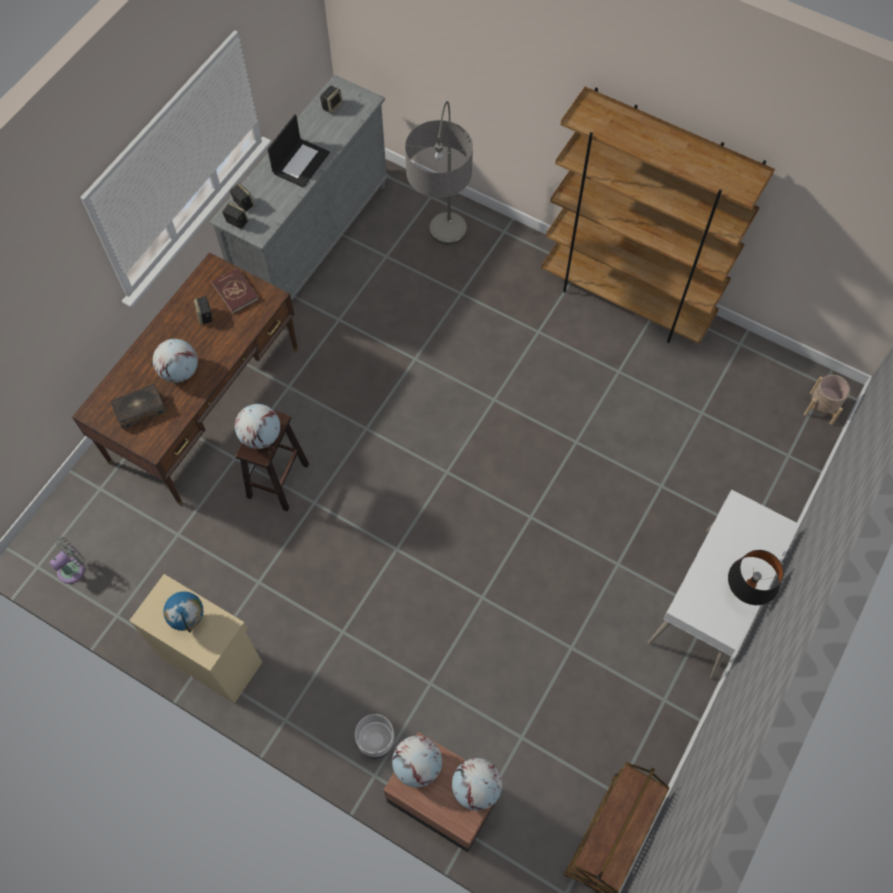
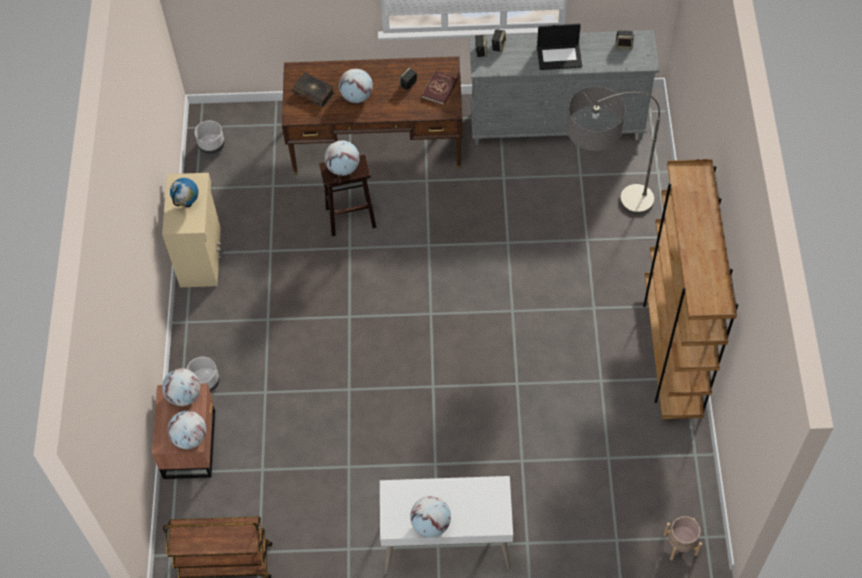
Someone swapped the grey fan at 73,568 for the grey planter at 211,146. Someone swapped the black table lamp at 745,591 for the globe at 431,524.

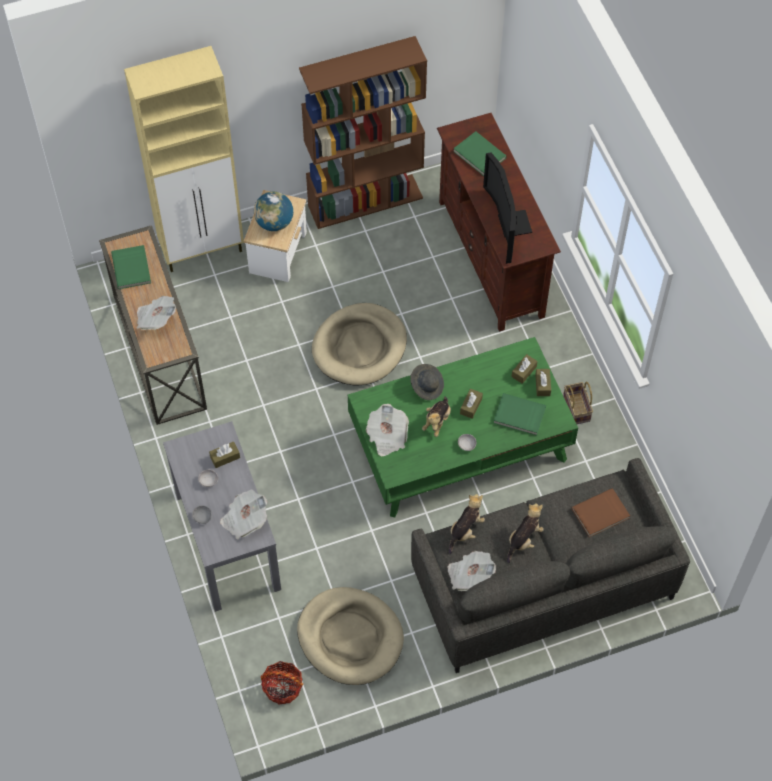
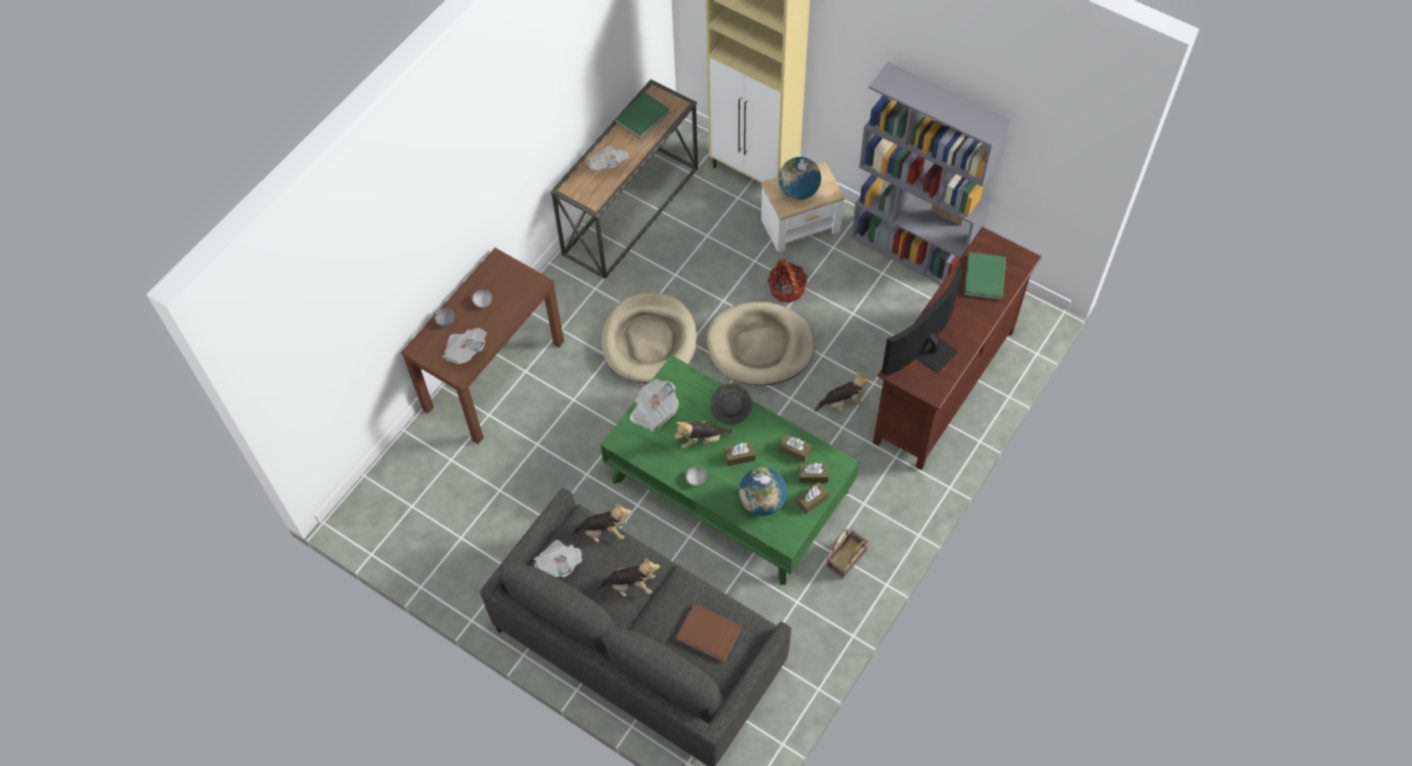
Someone repainted the grey console table at 227,540, which became the brown console table at 494,374. Someone carried the beige dog bed from 350,637 to 649,341. Someone swapped the green book at 519,416 for the globe at 762,502. Someone carried the basket from 282,687 to 787,289. Someone carried the brown tissue box from 225,457 to 794,450. Someone put down the plush toy at 843,403. Someone repainted the brown bookcase at 365,201, which became the grey bookcase at 913,253.

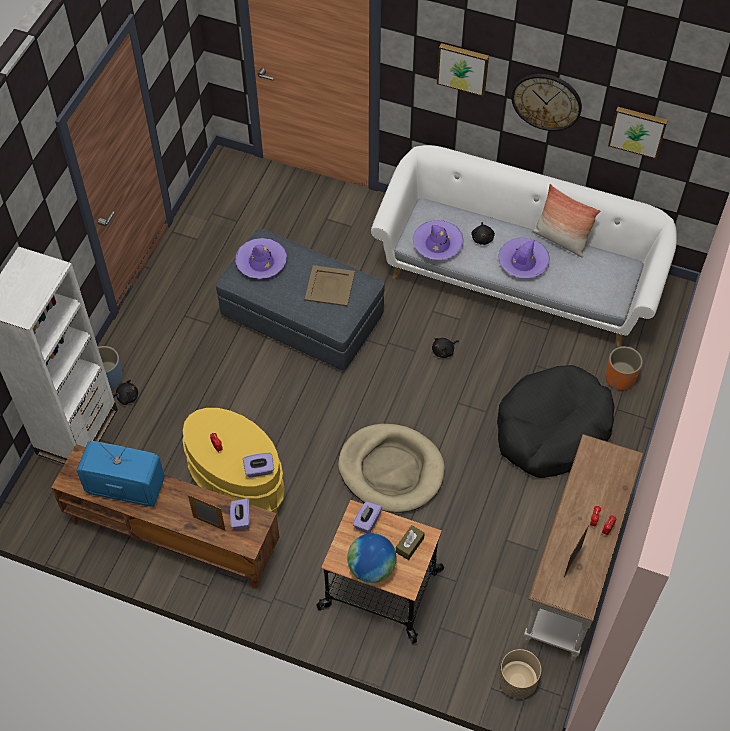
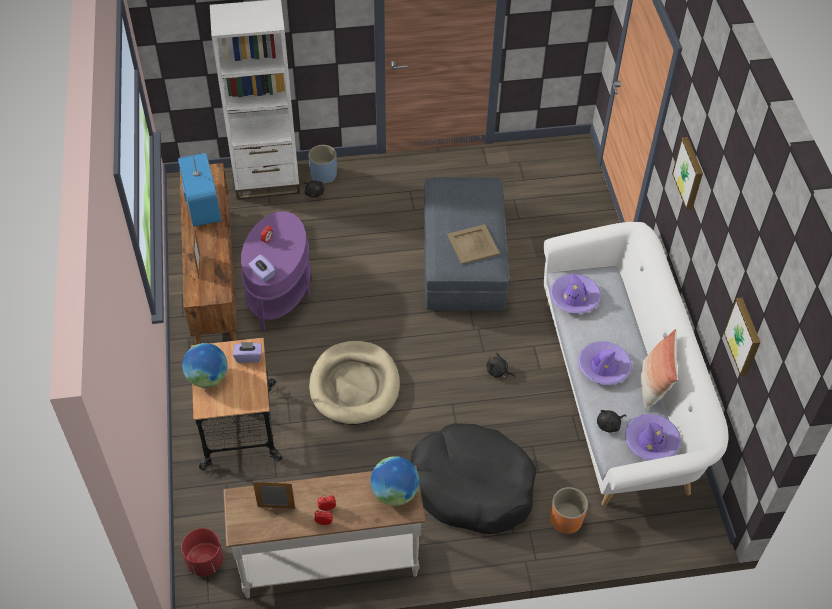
Someone repainted the beige planter at 517,681, which became the red planter at 205,561. Someone repainted the yellow side table at 237,485, which became the purple side table at 279,292. Someone put down the globe at 395,493. Someone carried the black plush toy from 482,238 to 609,425. Someone carried the purple hat from 261,262 to 651,441. Someone took away the purple tissue box at 240,519. Someone took away the brown tissue box at 409,545. Someone took away the wall clock at 546,101.

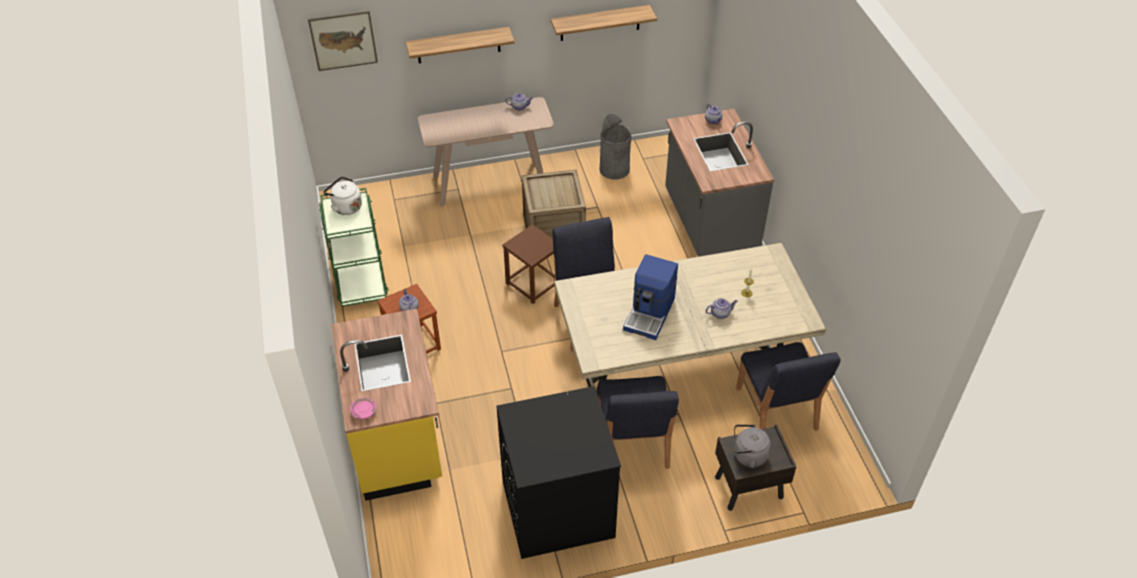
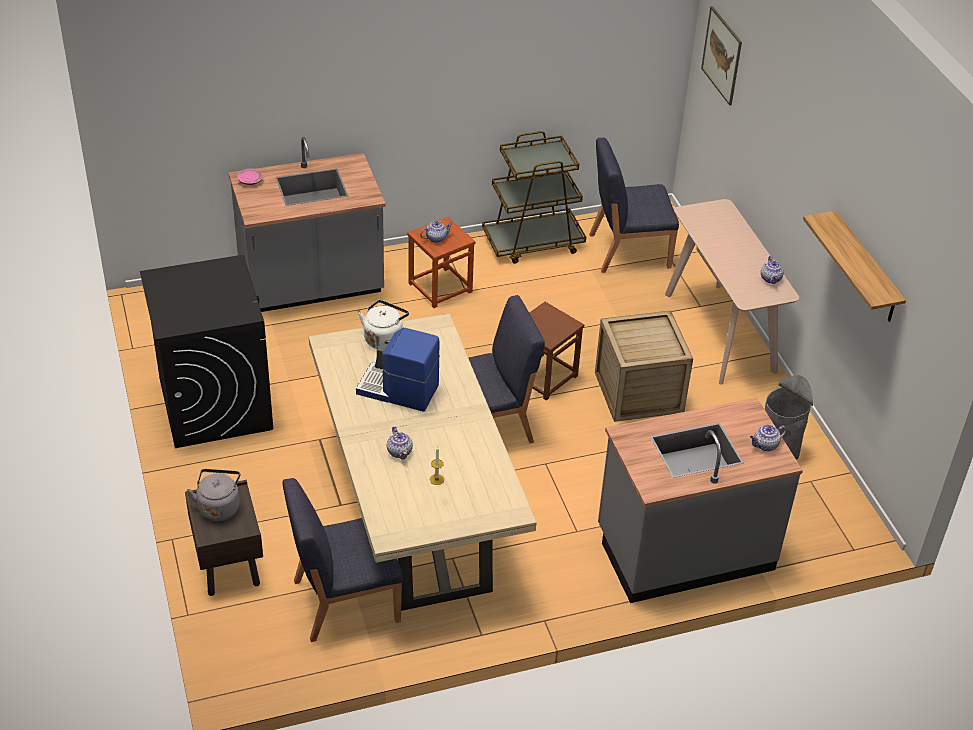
Someone repainted the yellow counter at 397,439, which became the grey counter at 311,287. Someone carried the white kettle from 345,207 to 384,338. Someone repainted the green cart at 360,279, which became the brown cart at 533,243. Someone carried the blue chair from 633,442 to 628,250. Someone took away the shelf at 458,45.

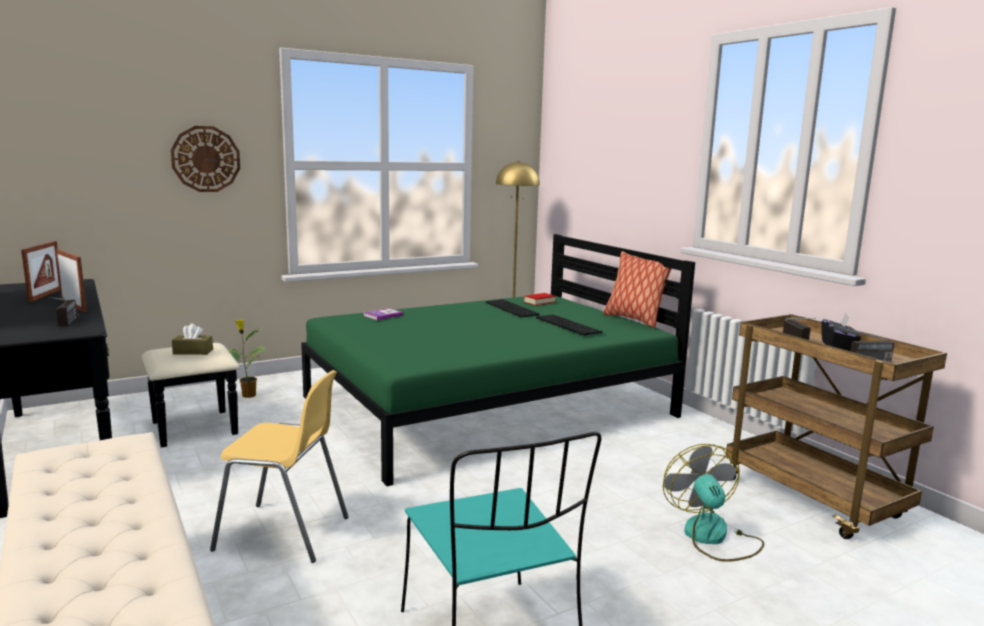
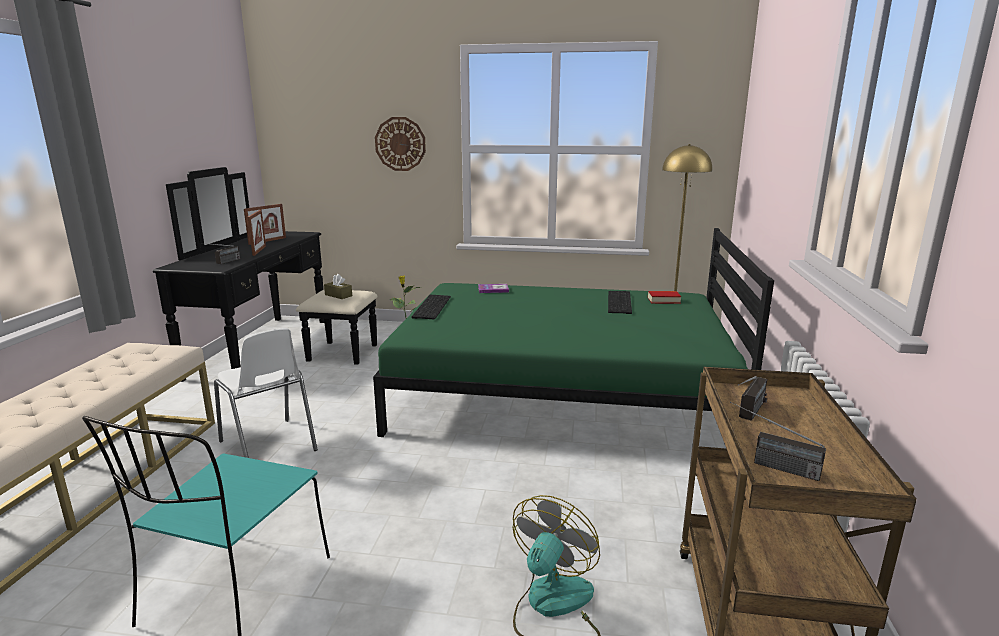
Someone repainted the yellow chair at 284,533, which became the white chair at 268,446. Someone carried the keyboard from 566,325 to 430,306. Someone took away the pillow at 634,320. Someone took away the black tissue box at 838,347.

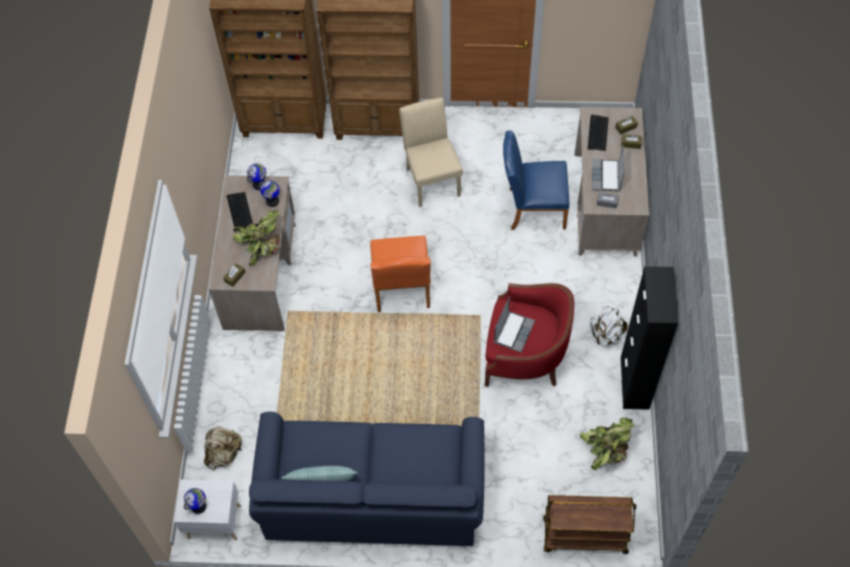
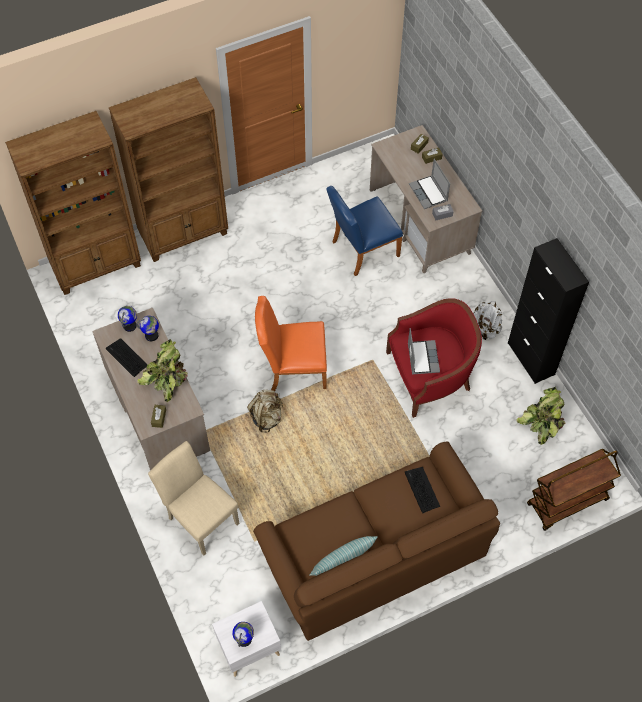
Someone carried the beige chair from 431,178 to 199,517. Someone carried the beige backpack from 224,453 to 267,417. Someone repainted the blue sofa at 372,494, which became the brown sofa at 373,555. Someone rotated the orange chair at 401,290 by 120 degrees clockwise. Someone carried the keyboard from 597,133 to 421,489.

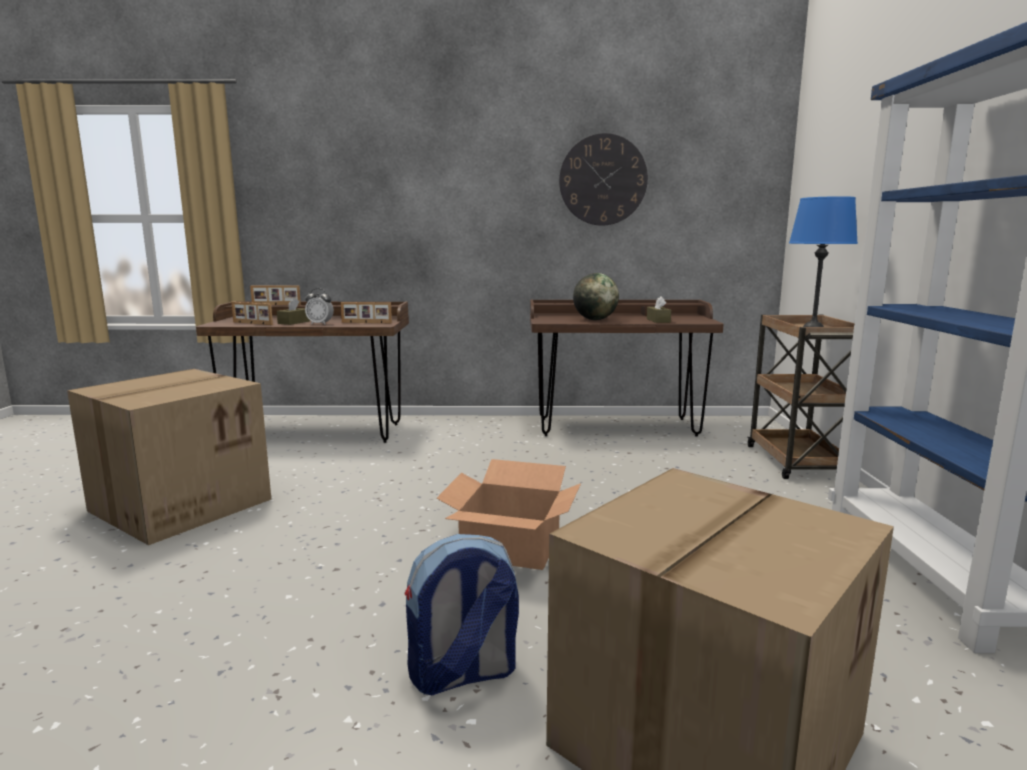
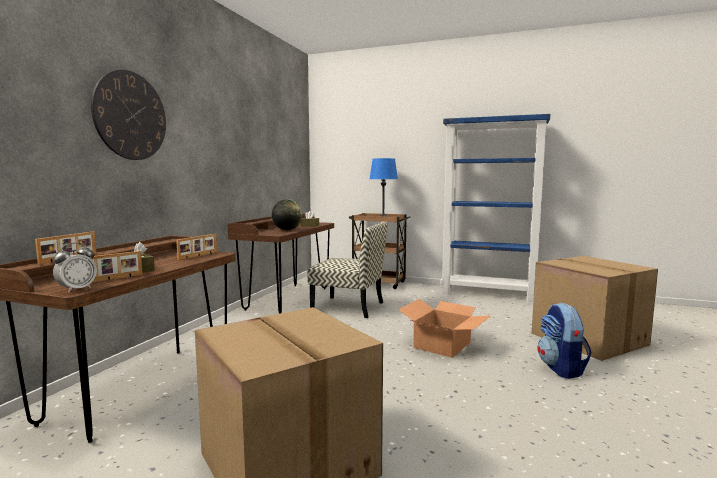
Someone carried the alarm clock from 320,324 to 77,289. Someone carried the wall clock from 603,180 to 130,116. Someone put down the chair at 349,307.

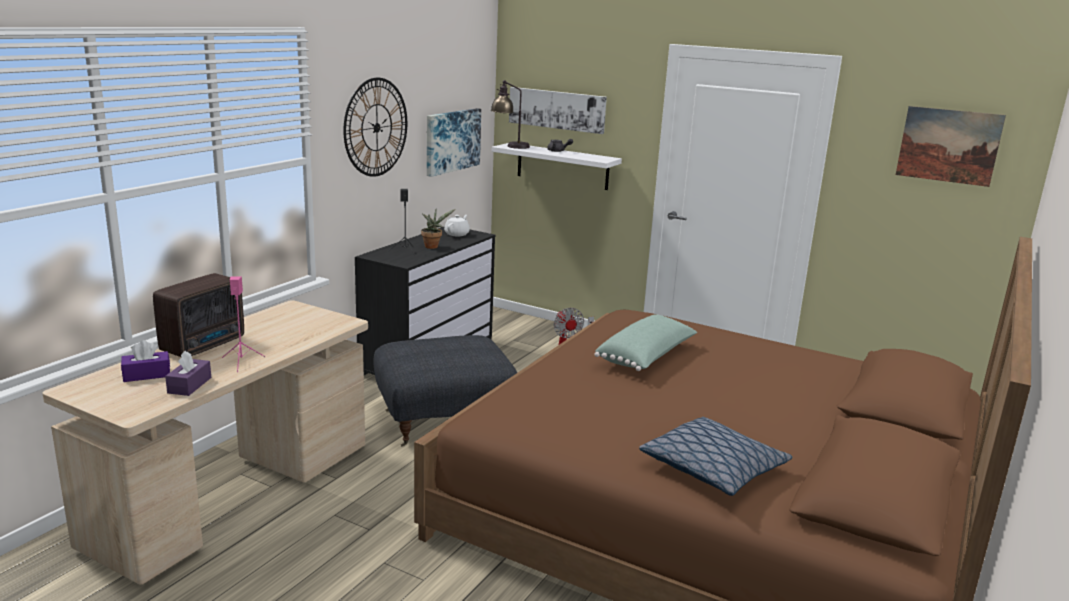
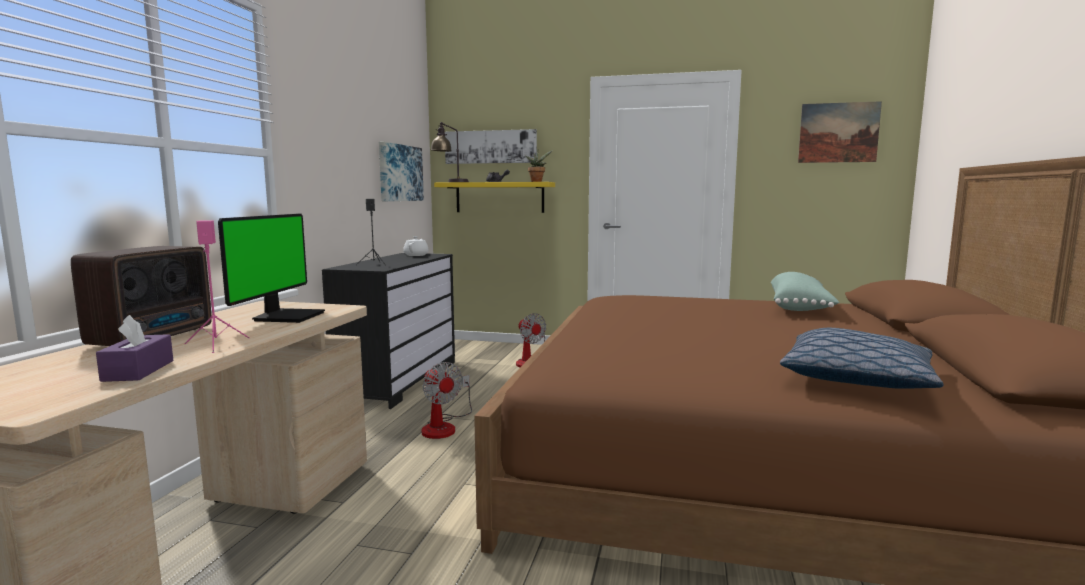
Someone put down the monitor at 287,316. Someone swapped the grey ottoman at 444,420 for the fan at 444,426. Someone repainted the white shelf at 562,166, which became the yellow shelf at 499,197. Someone carried the potted plant from 433,246 to 537,181. Someone carried the green pillow from 647,357 to 799,307. Someone took away the purple tissue box at 147,375. Someone took away the wall clock at 376,127.

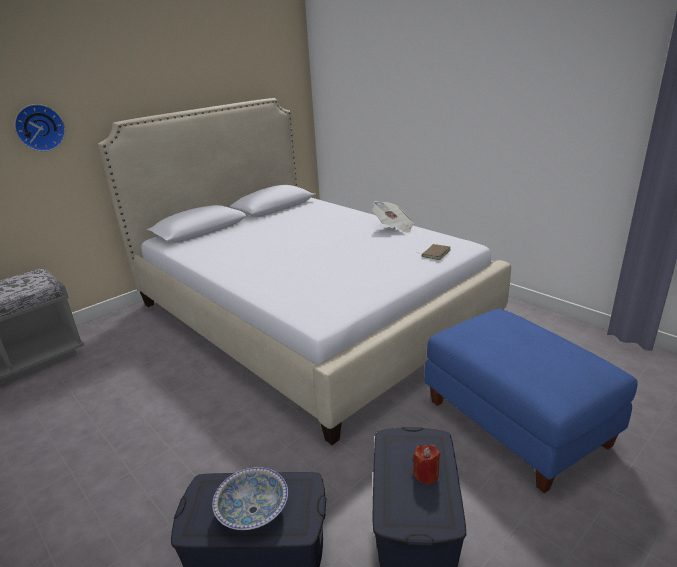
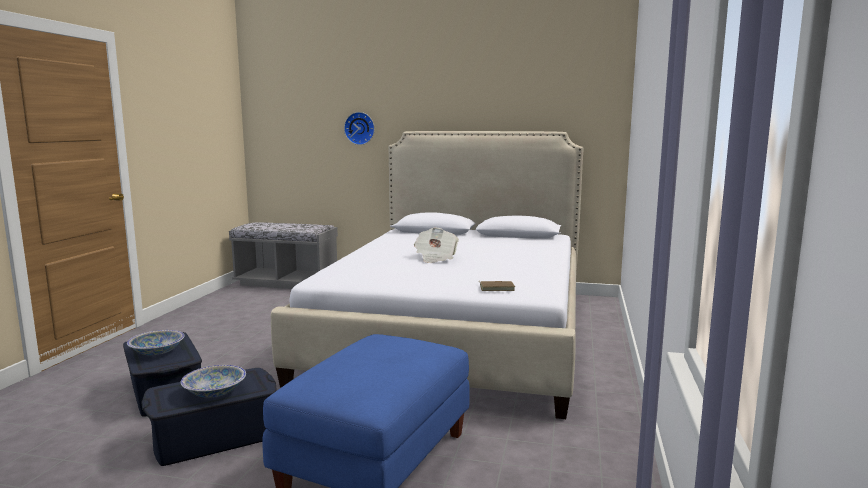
Someone swapped the red candle at 426,474 for the bowl at 215,392. Someone carried the newspaper from 393,227 to 435,258.

